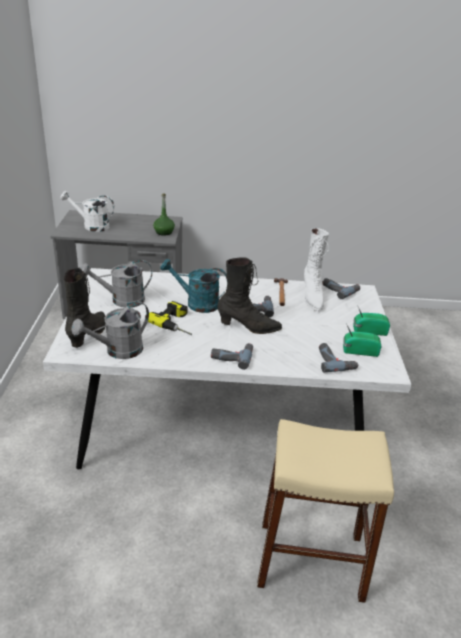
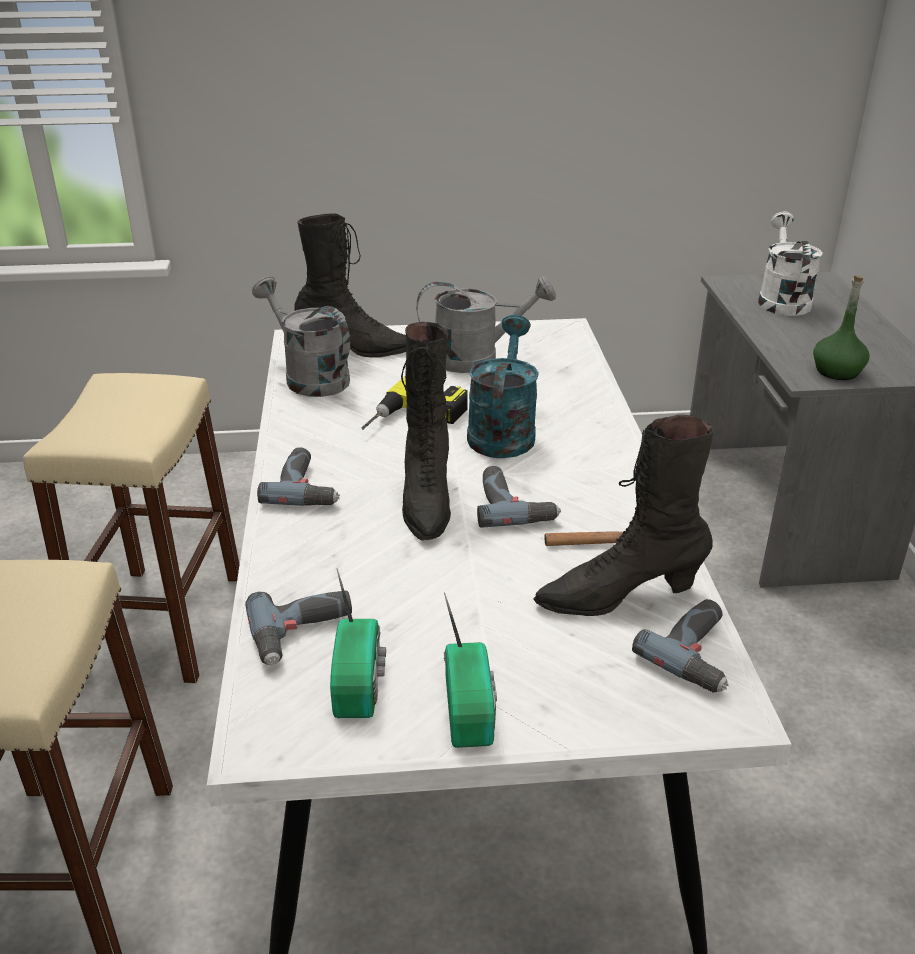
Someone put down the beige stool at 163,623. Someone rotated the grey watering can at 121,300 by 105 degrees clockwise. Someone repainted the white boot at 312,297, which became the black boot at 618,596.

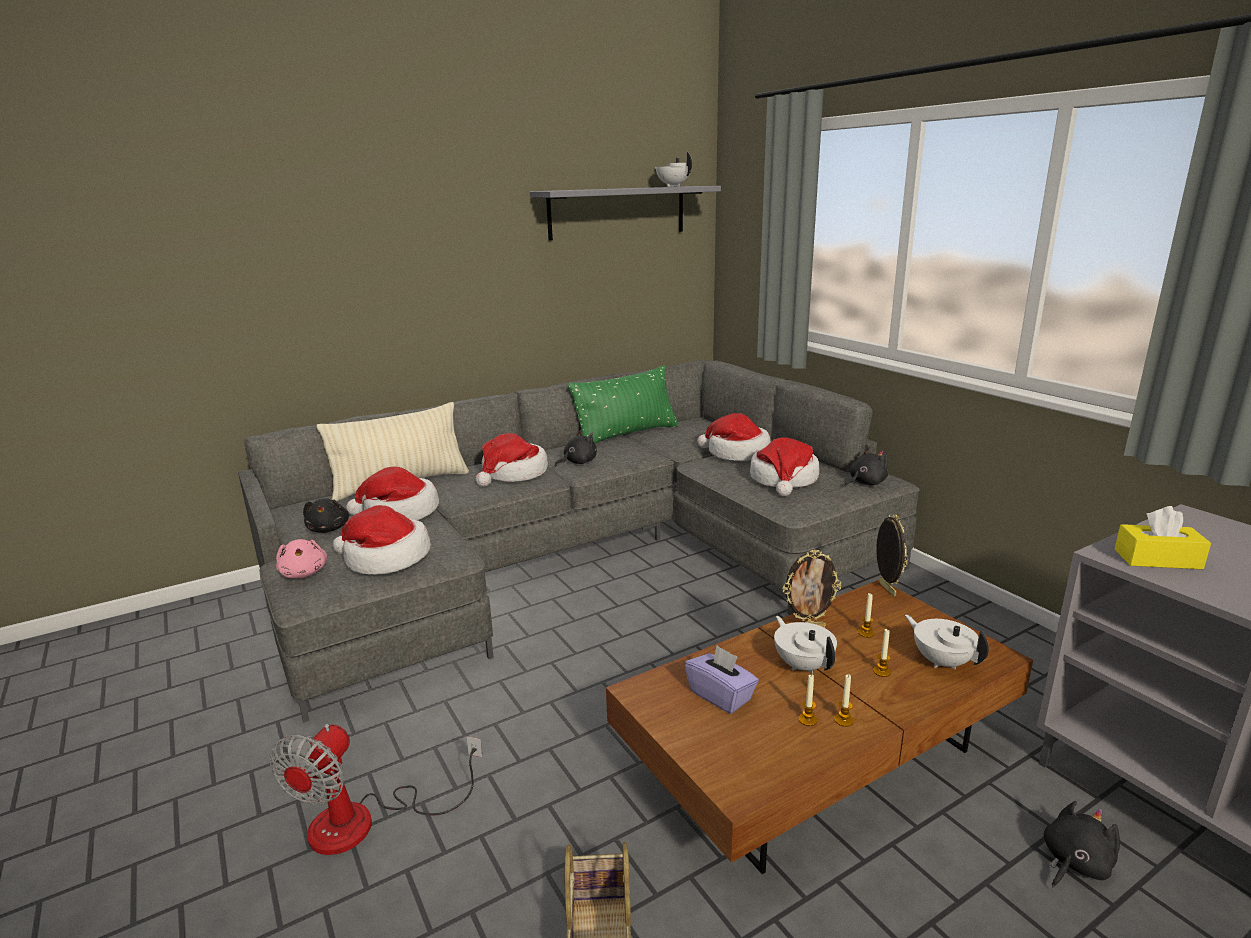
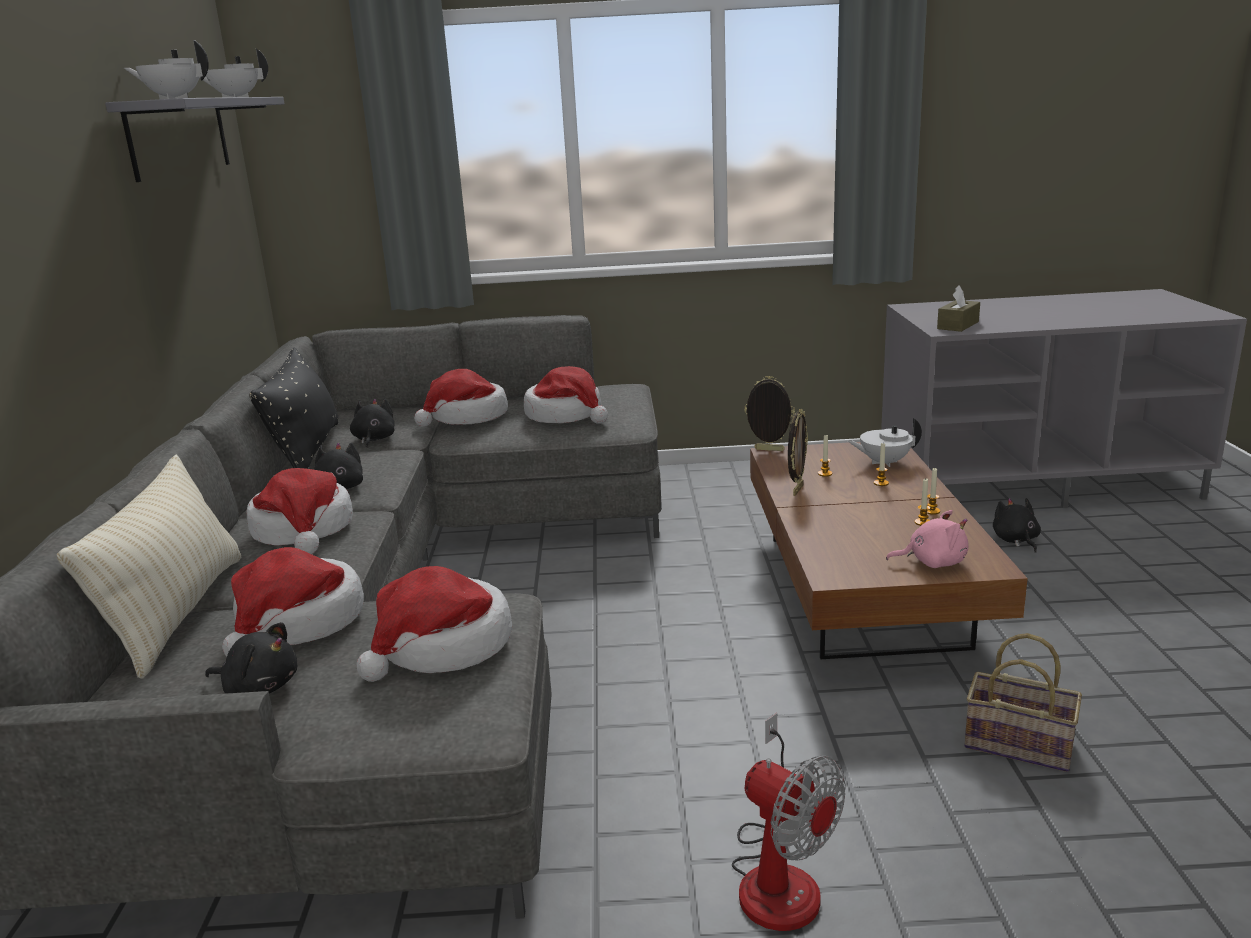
Someone carried the white teapot from 803,665 to 174,98. Someone repainted the green pillow at 626,435, which became the black pillow at 307,451. Someone carried the black plush toy from 865,483 to 374,439. Someone carried the pink plush toy from 304,573 to 932,562. Someone repainted the yellow tissue box at 1157,559, which became the brown tissue box at 958,325. Someone took away the purple tissue box at 721,695.

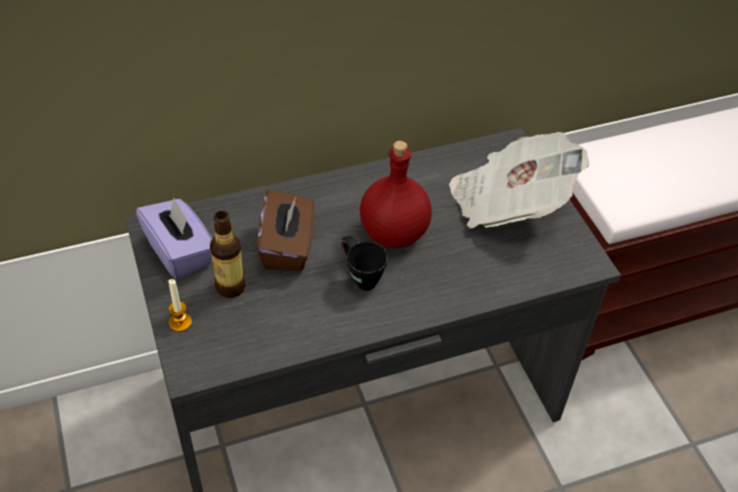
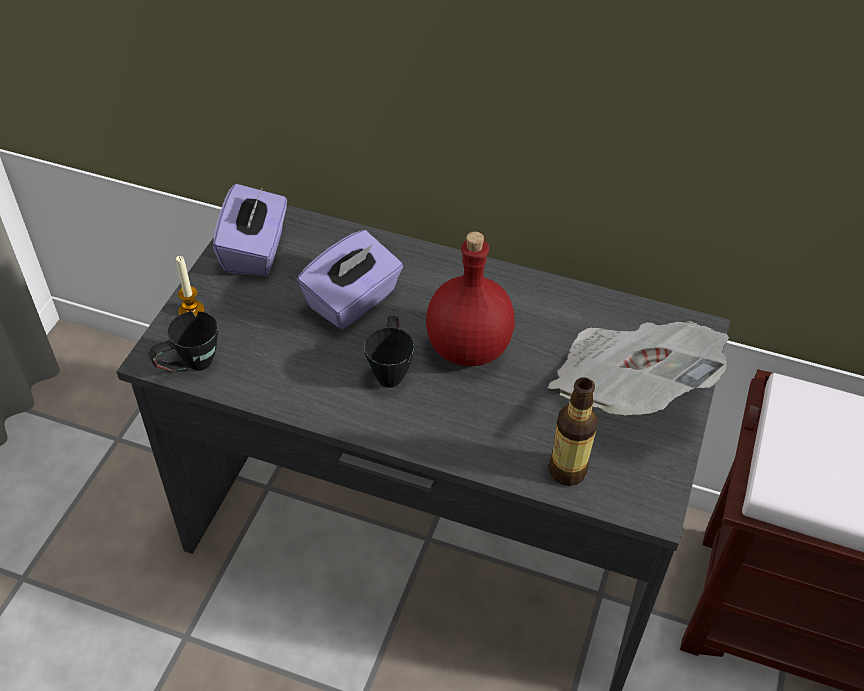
Someone put down the black mug at 189,366. Someone repainted the brown tissue box at 288,247, which became the purple tissue box at 353,301. Someone carried the bottle from 230,287 to 567,471.

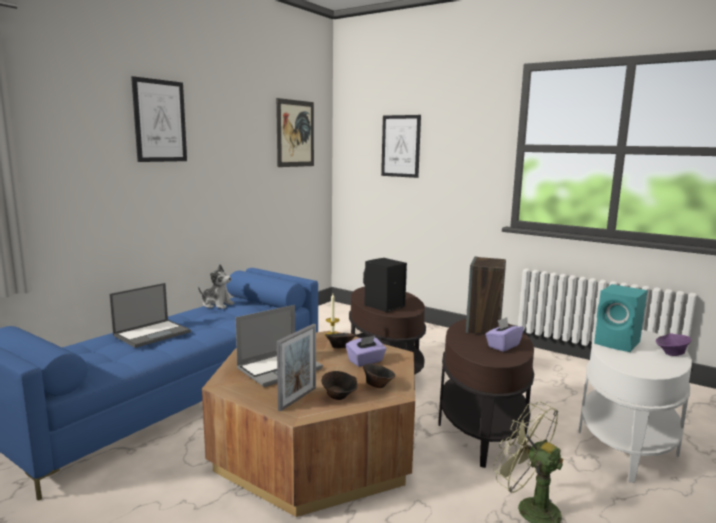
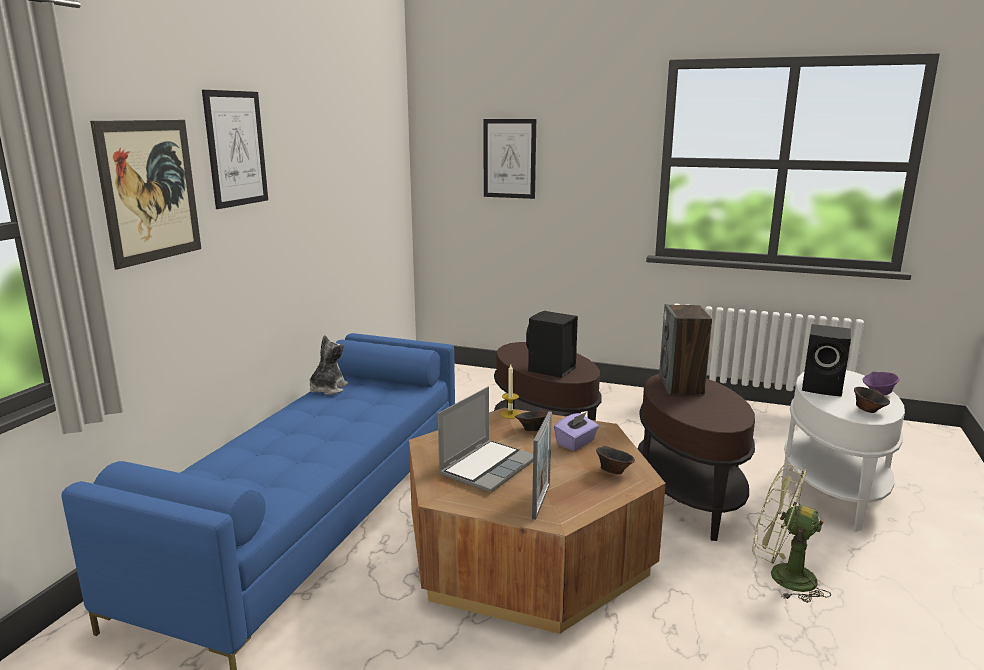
Someone carried the picture from 295,133 to 150,191. Someone rotated the plush toy at 216,304 by 75 degrees counterclockwise. Someone repainted the turquoise speaker at 618,343, which became the black speaker at 824,387. Someone carried the brown bowl from 339,397 to 868,410. Someone took away the laptop at 153,333. Someone took away the purple tissue box at 503,346.

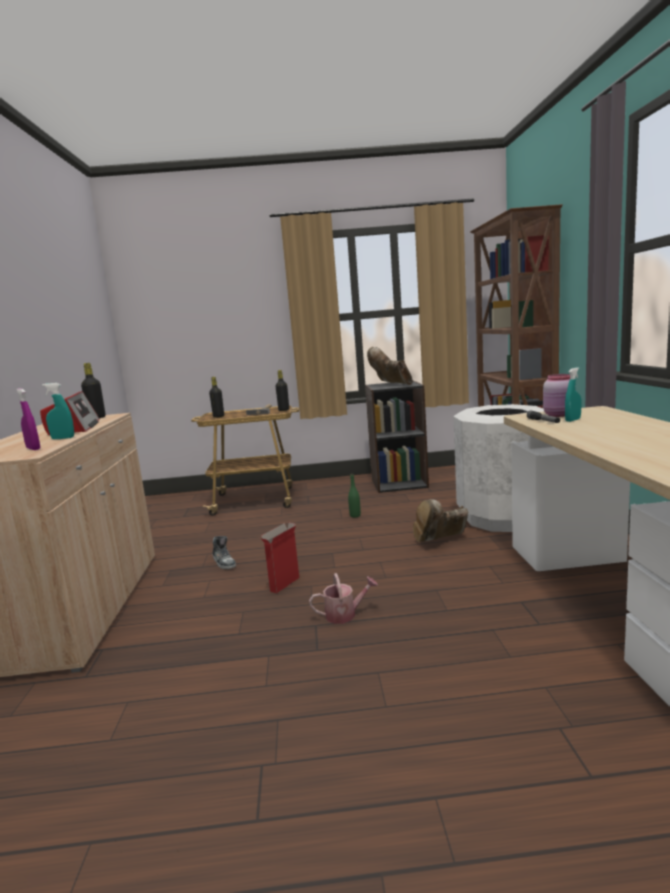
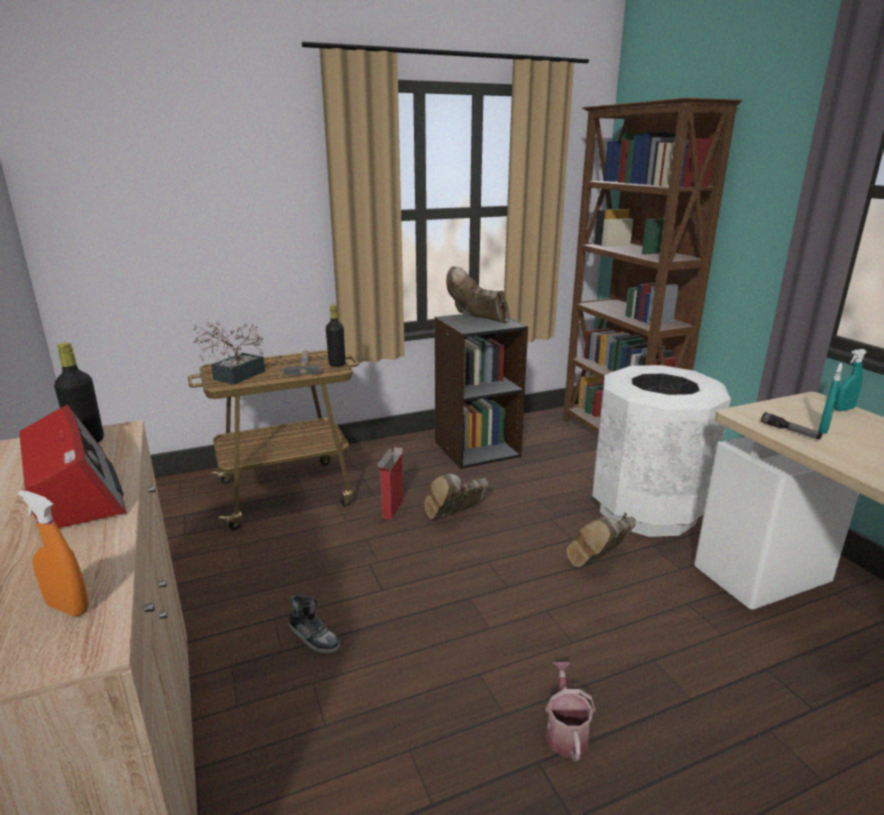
Someone repainted the purple spray bottle at 33,449, which became the orange spray bottle at 68,607. Someone swapped the black bottle at 218,416 for the potted plant at 234,377. Someone carried the cardboard box from 284,584 to 392,509. Someone swapped the green bottle at 355,515 for the brown boot at 455,517. Someone rotated the watering can at 345,614 by 60 degrees counterclockwise. Someone carried the turquoise spray bottle from 63,438 to 843,409. Someone took away the pink jar at 559,415.

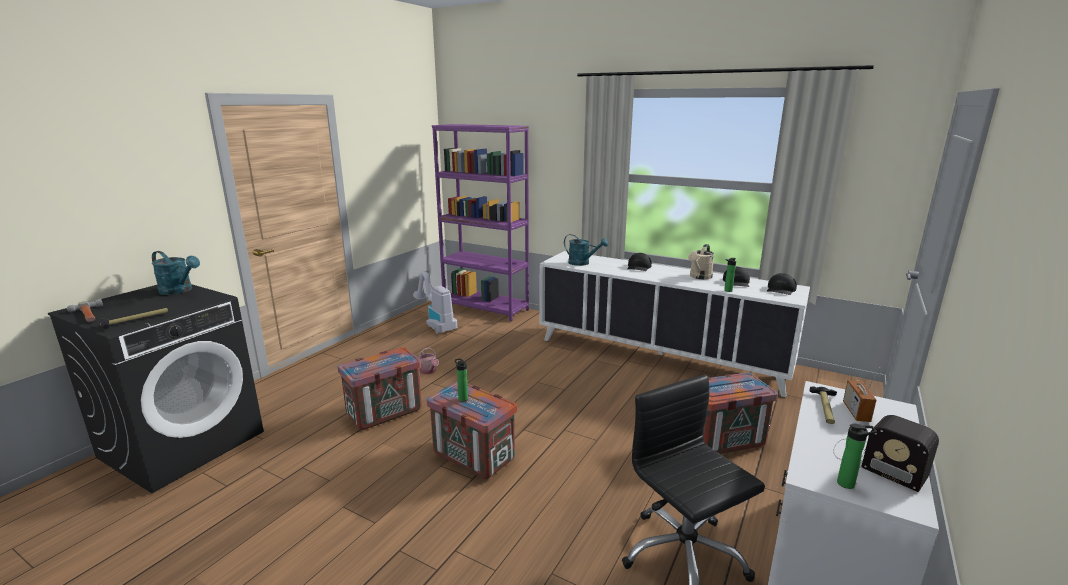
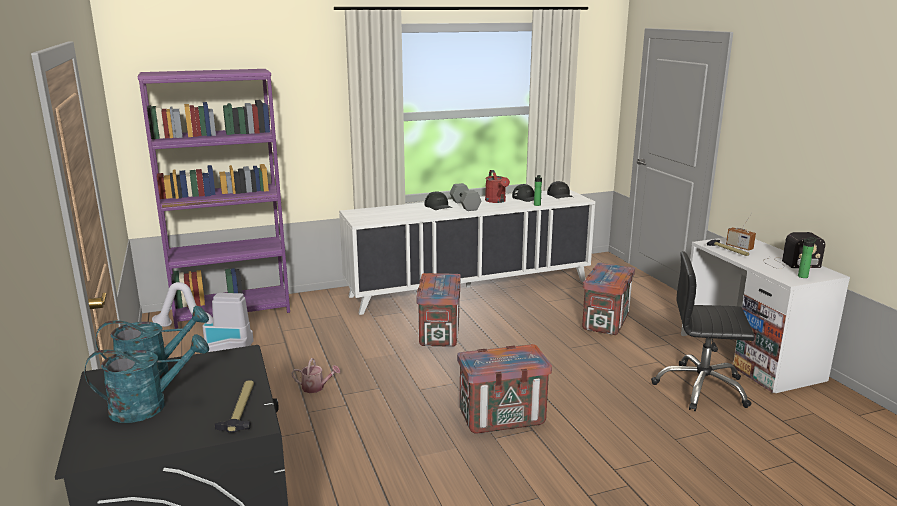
Someone carried the turquoise watering can from 582,263 to 149,406. Someone carried the crate from 385,412 to 439,333. Someone put down the grey dumbbell at 465,205. Someone repainted the beige watering can at 699,277, which became the red watering can at 497,201. Someone took away the hammer at 89,315. Someone took away the bottle at 462,398.

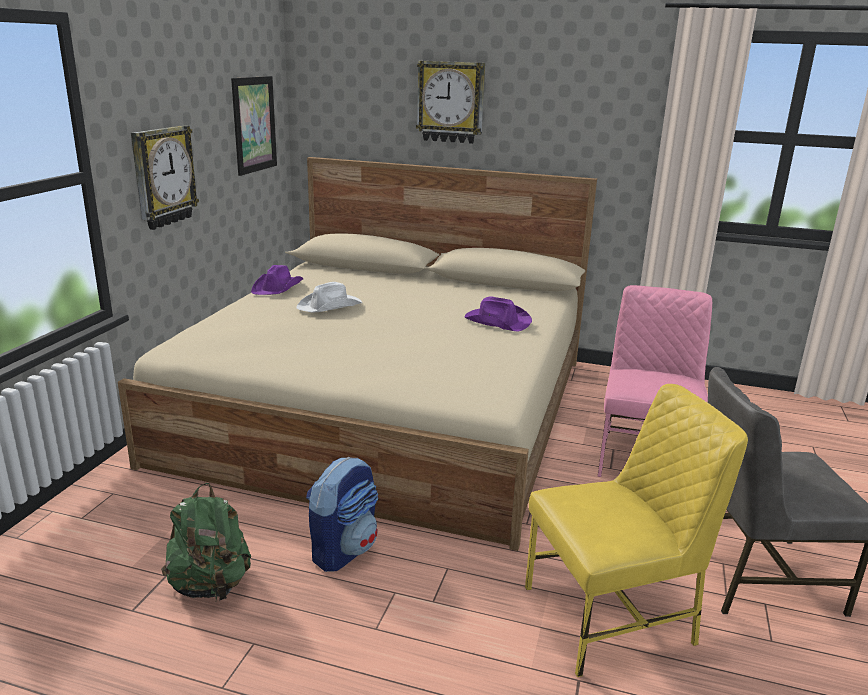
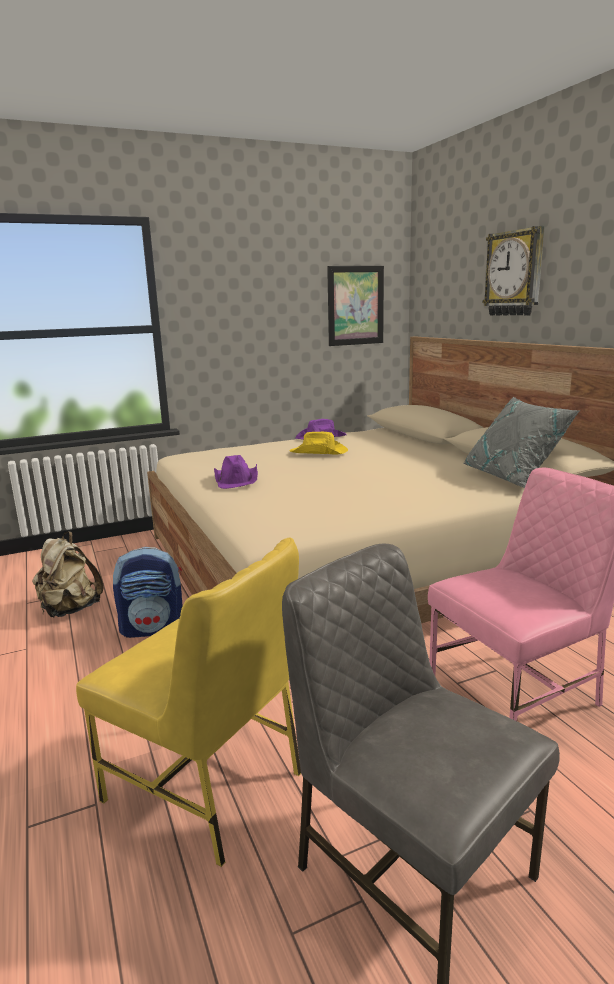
Someone repainted the green backpack at 210,585, which became the beige backpack at 69,610. Someone carried the purple hat from 497,321 to 237,479. Someone repainted the white hat at 330,306, which became the yellow hat at 319,452. Someone put down the grey pillow at 513,477. Someone took away the wall clock at 163,176.

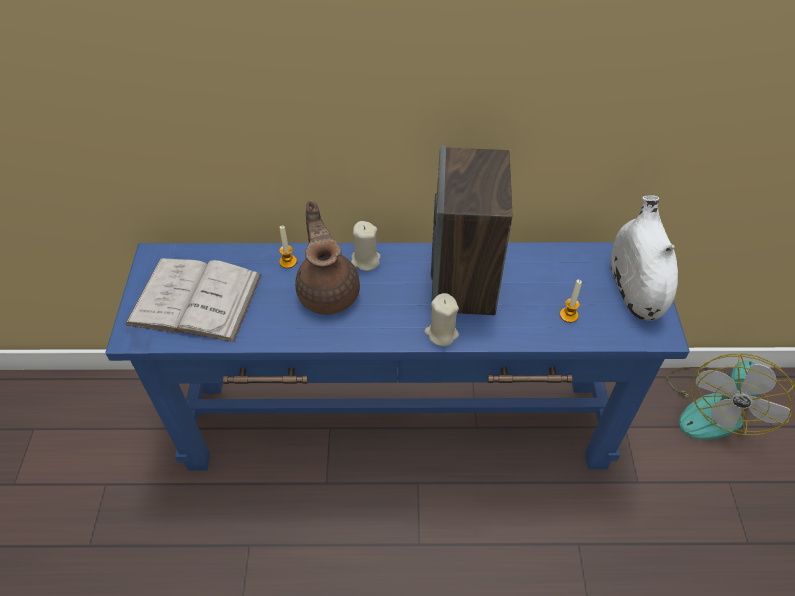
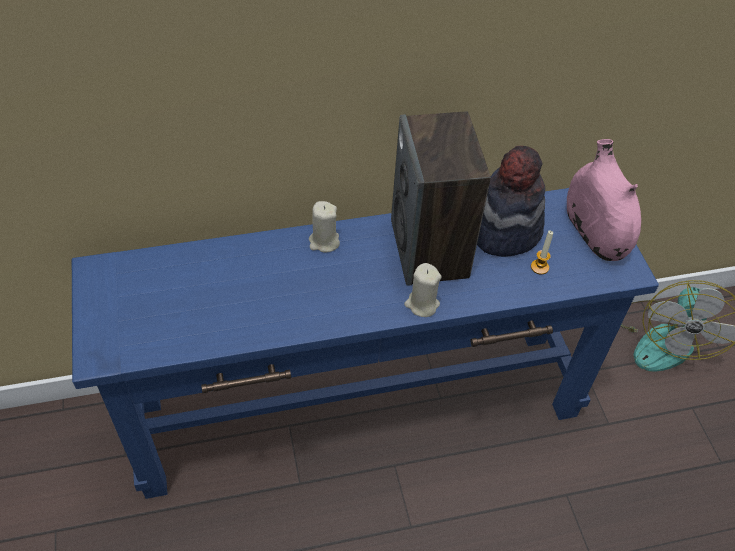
Someone put down the hat at 504,229. Someone repainted the white vase at 634,290, which became the pink vase at 594,233. Someone took away the white book at 195,299. Someone took away the candle at 288,262. Someone took away the brown teapot at 328,291.

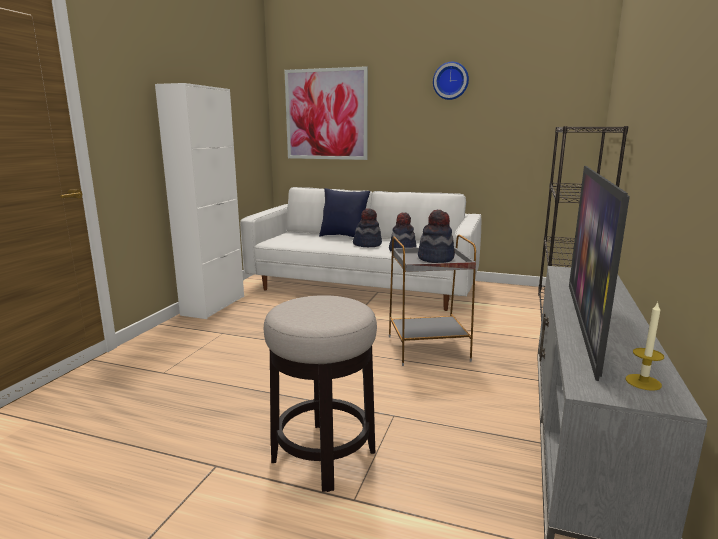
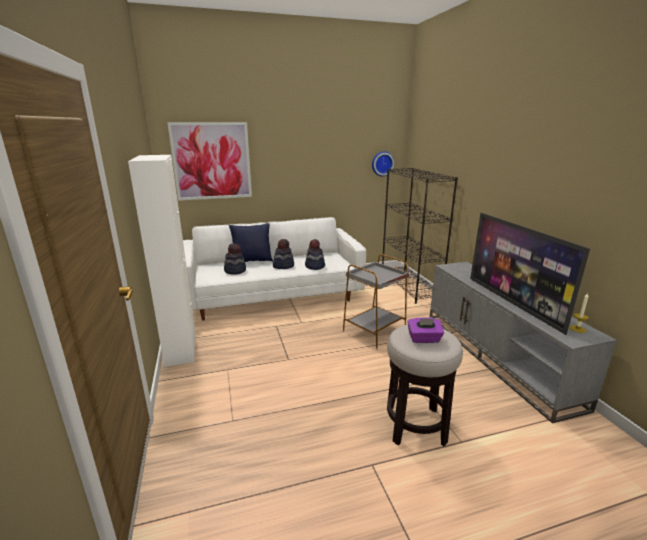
Someone carried the hat from 436,258 to 235,271. Someone carried the wall clock from 451,81 to 382,163. Someone put down the purple tissue box at 424,339.

